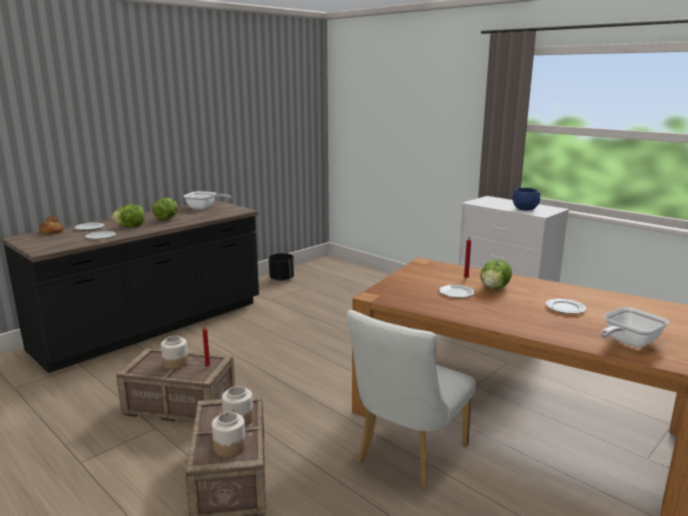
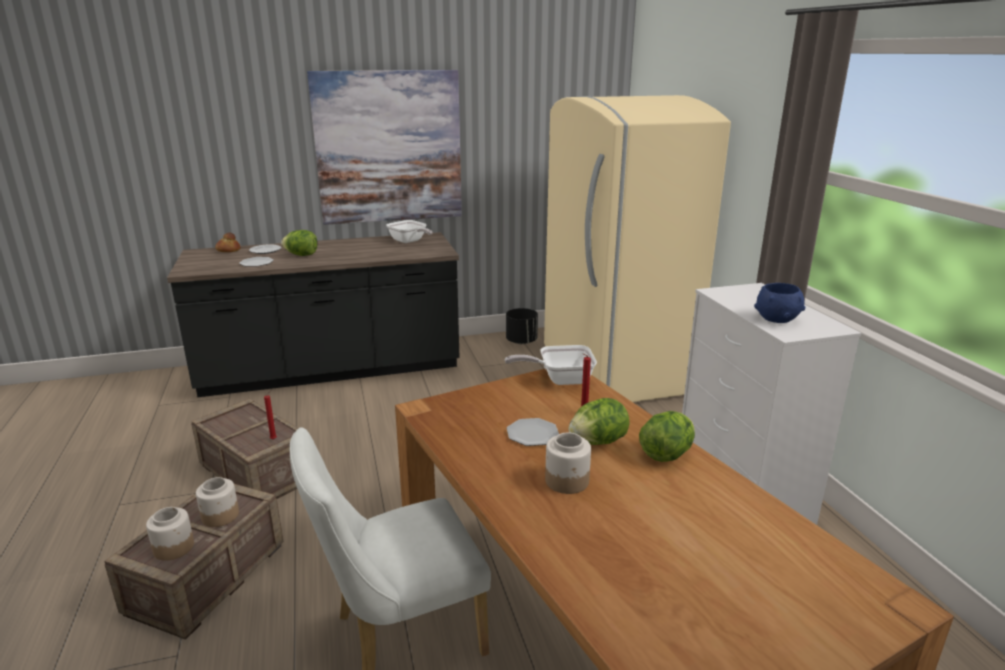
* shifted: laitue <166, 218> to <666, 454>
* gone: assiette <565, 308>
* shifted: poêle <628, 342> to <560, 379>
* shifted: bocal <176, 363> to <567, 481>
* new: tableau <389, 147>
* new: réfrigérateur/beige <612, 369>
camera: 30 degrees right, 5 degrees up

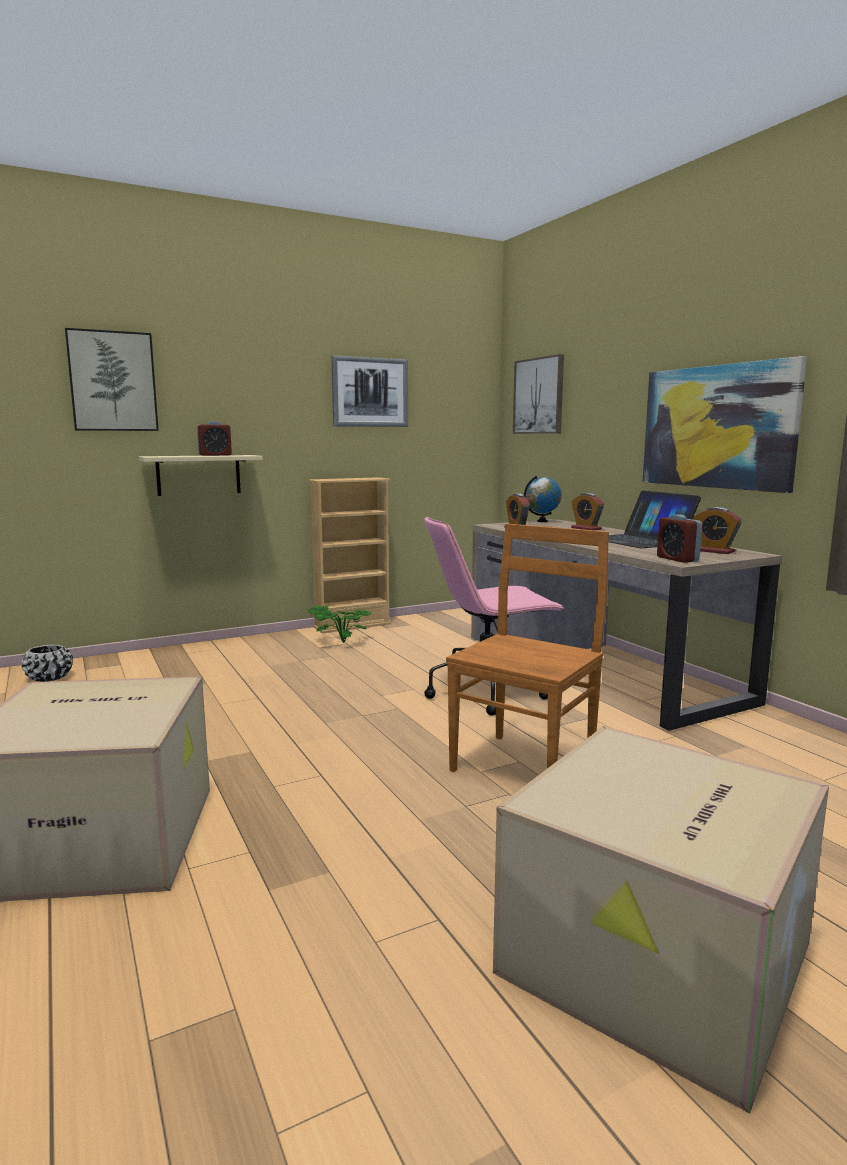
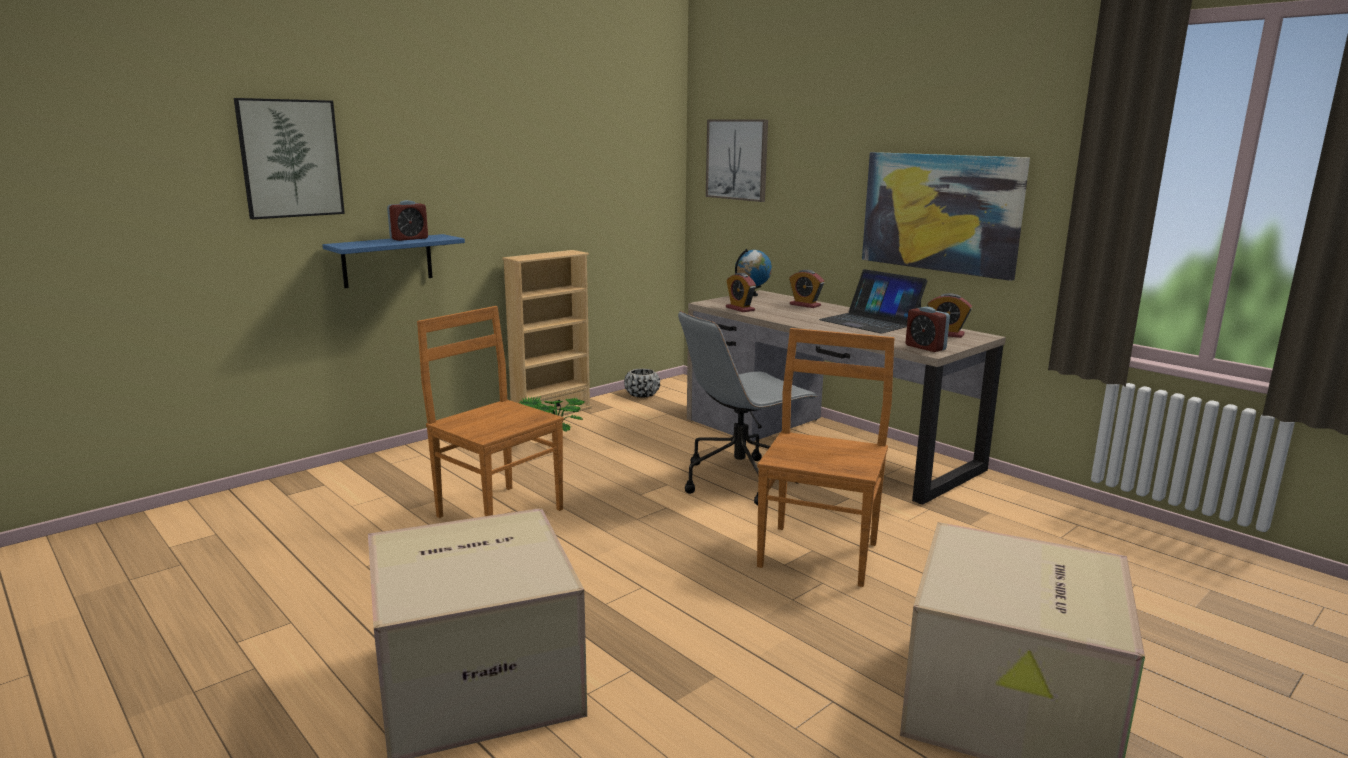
* gone: tableau <370, 392>
* repainted: étagère/beige <198, 475> to étagère/bleu <387, 260>
* repainted: chaise de bureau/rose <488, 691> to chaise de bureau/gris <740, 479>
* shifted: cache-pot/noir <49, 678> to <641, 395>
* new: chaise/marron <498, 512>
camera: 15 degrees left, 5 degrees up

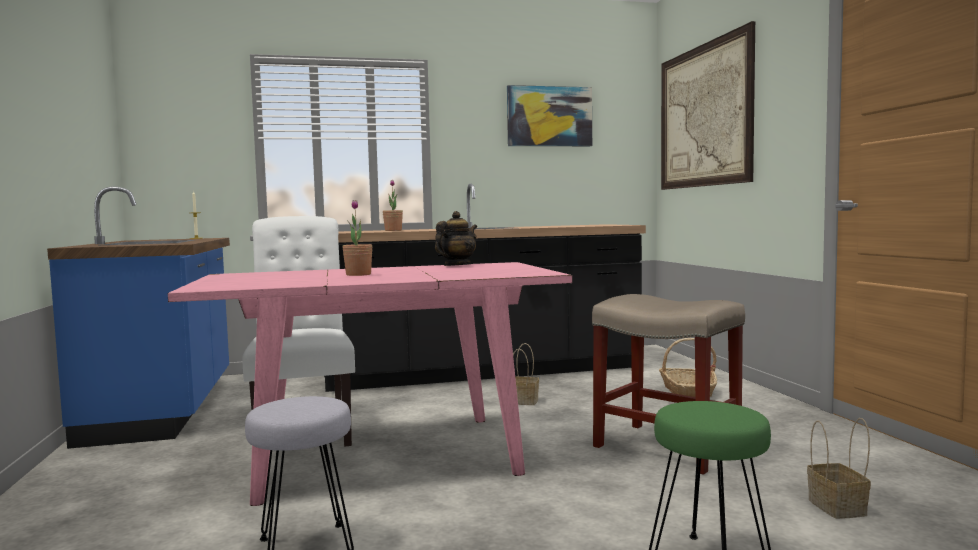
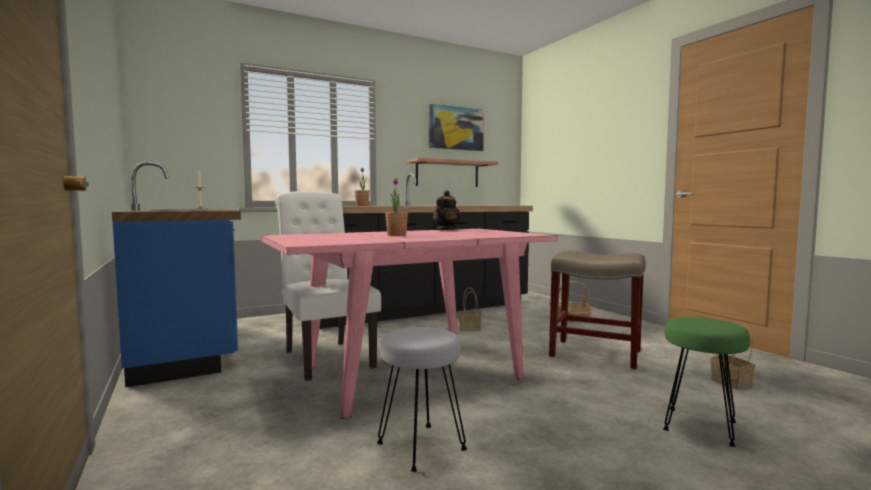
* gone: tableau <703, 116>
* new: étagère <447, 174>
camera: 15 degrees left, 0 degrees up

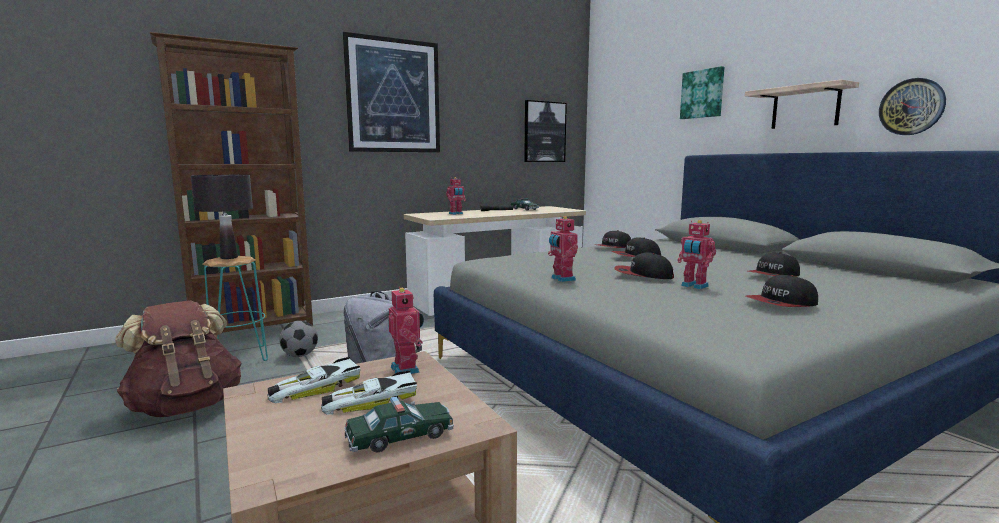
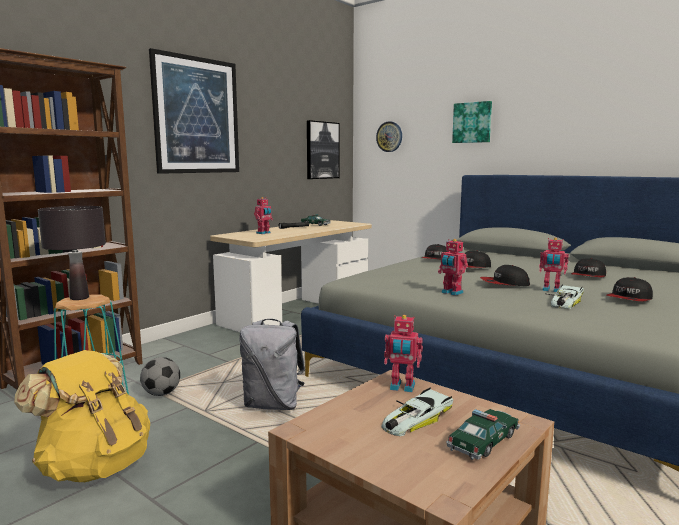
* shifted: horloge murale <911, 107> to <389, 136>
* gone: étagère <805, 107>
* rotated: robot jouet <407, 369> = <402, 387> 150 degrees clockwise
* repainted: sac à dos/marron <186, 406> to sac à dos/jaune <95, 466>
* shifted: petite voiture <314, 387> to <564, 301>
camera: 20 degrees left, 0 degrees up

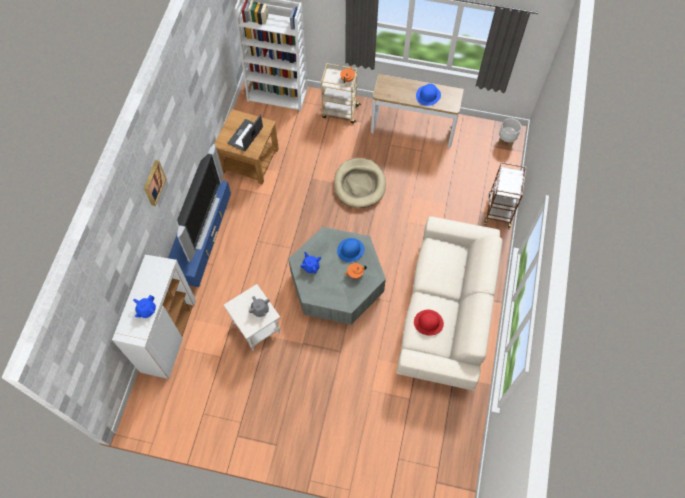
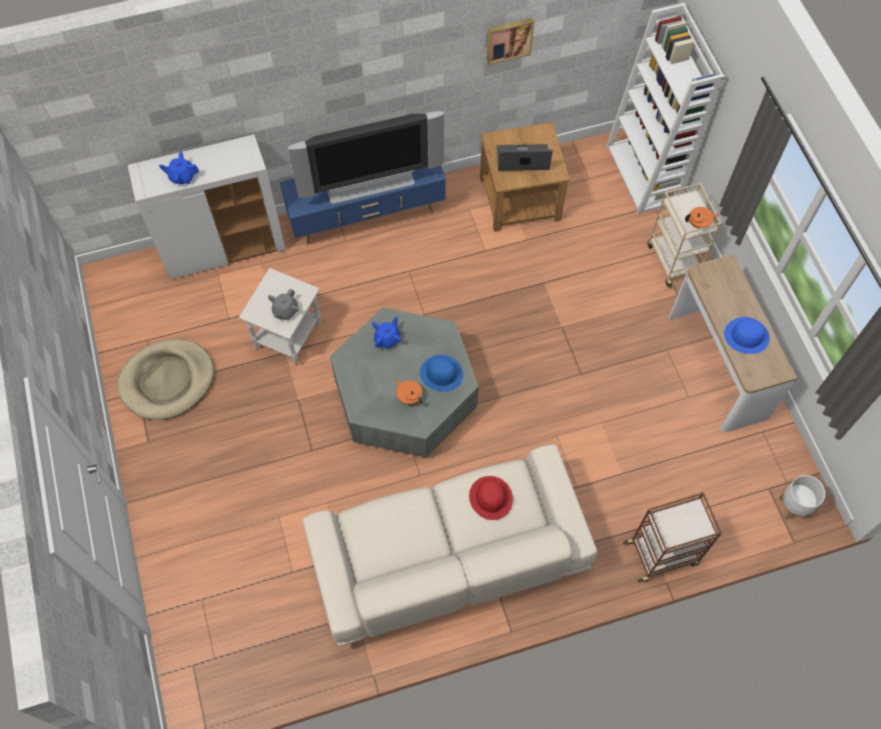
* shifted: panier pour chien/beige <359, 184> to <167, 381>
* shifted: tableau <153, 182> to <509, 39>
* shifted: chapeau/rouge <428, 322> to <491, 498>
camera: 60 degrees right, 0 degrees up

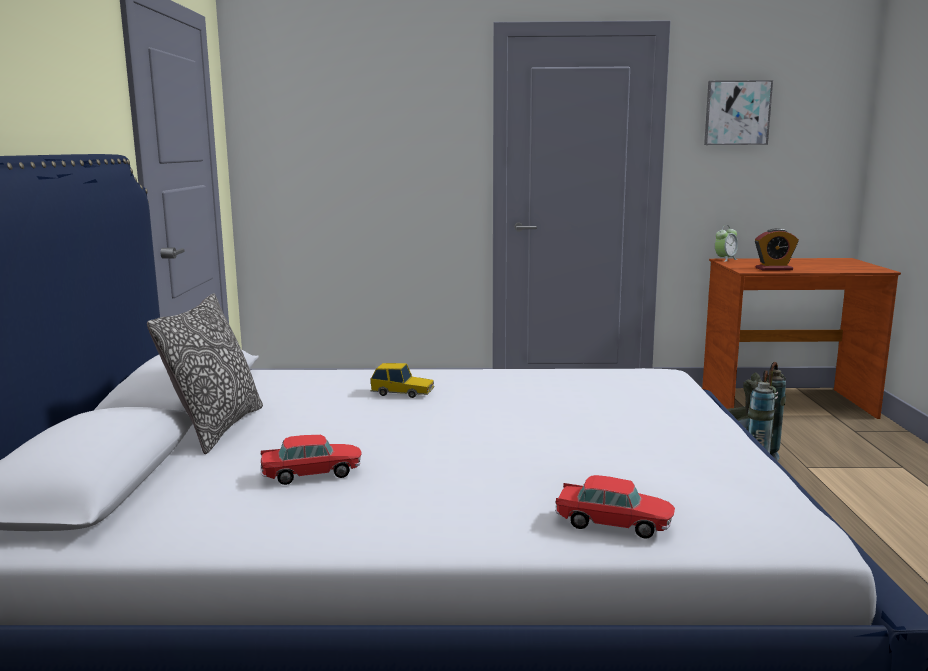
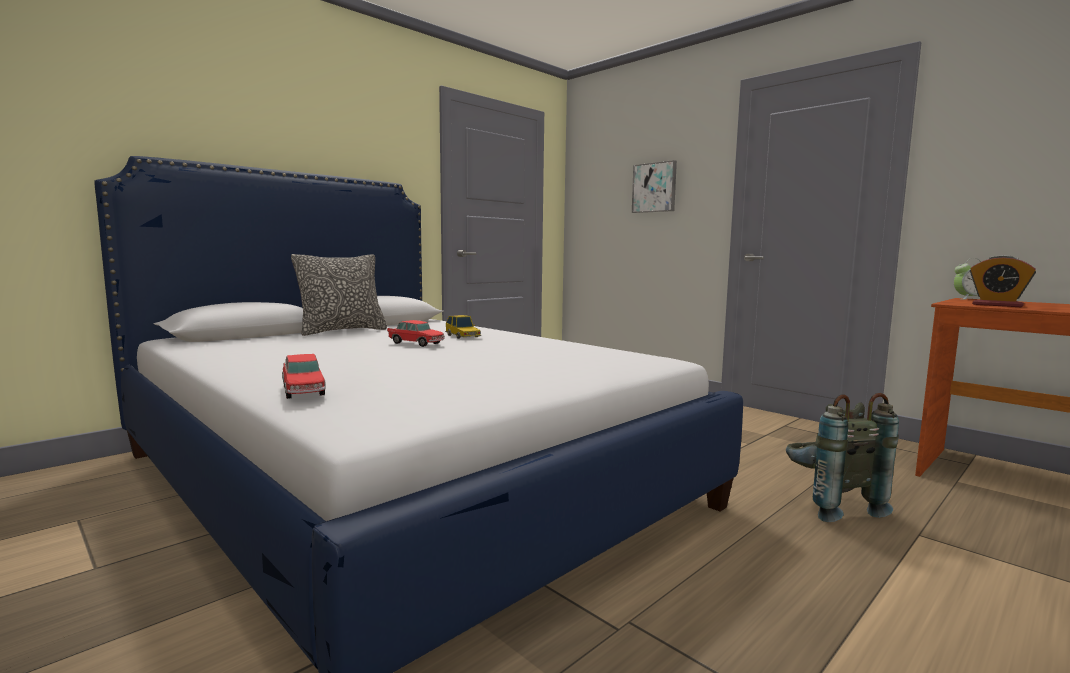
* shifted: tableau <737, 113> to <654, 187>
* shifted: petite voiture <312, 474> to <416, 343>
camera: 45 degrees right, 5 degrees down

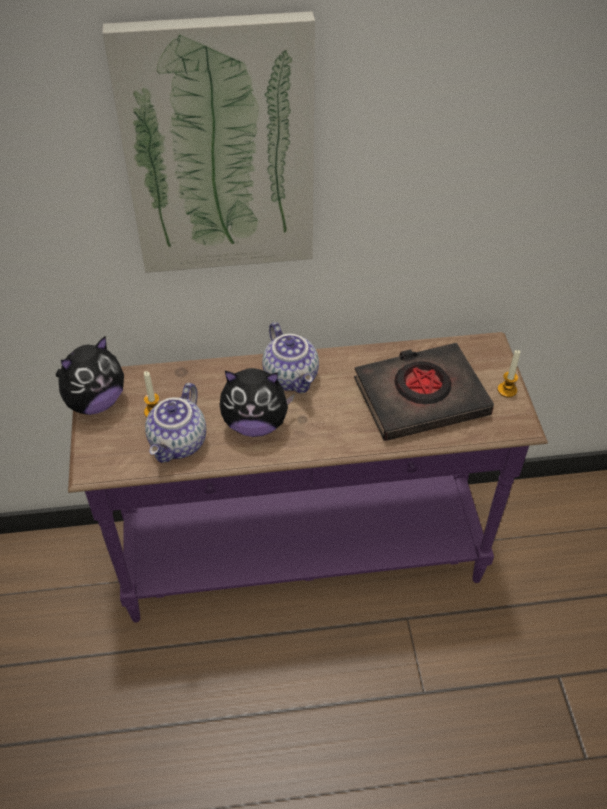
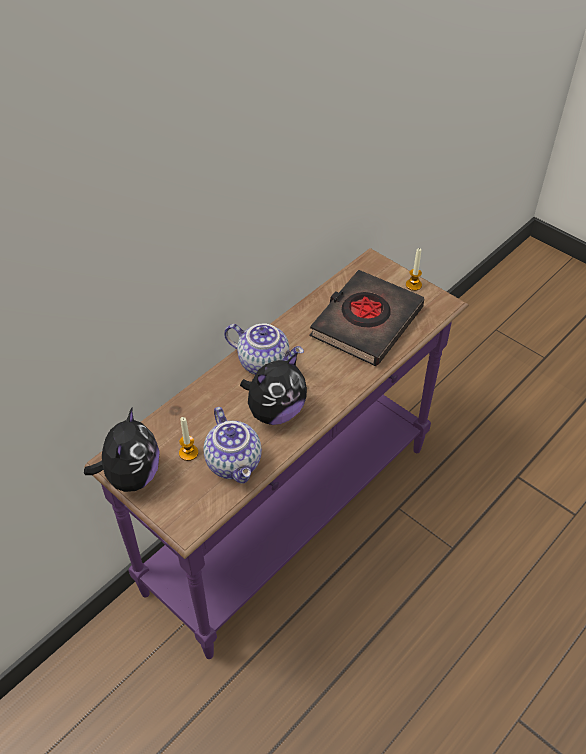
* gone: tableau <219, 150>
camera: 40 degrees left, 0 degrees up

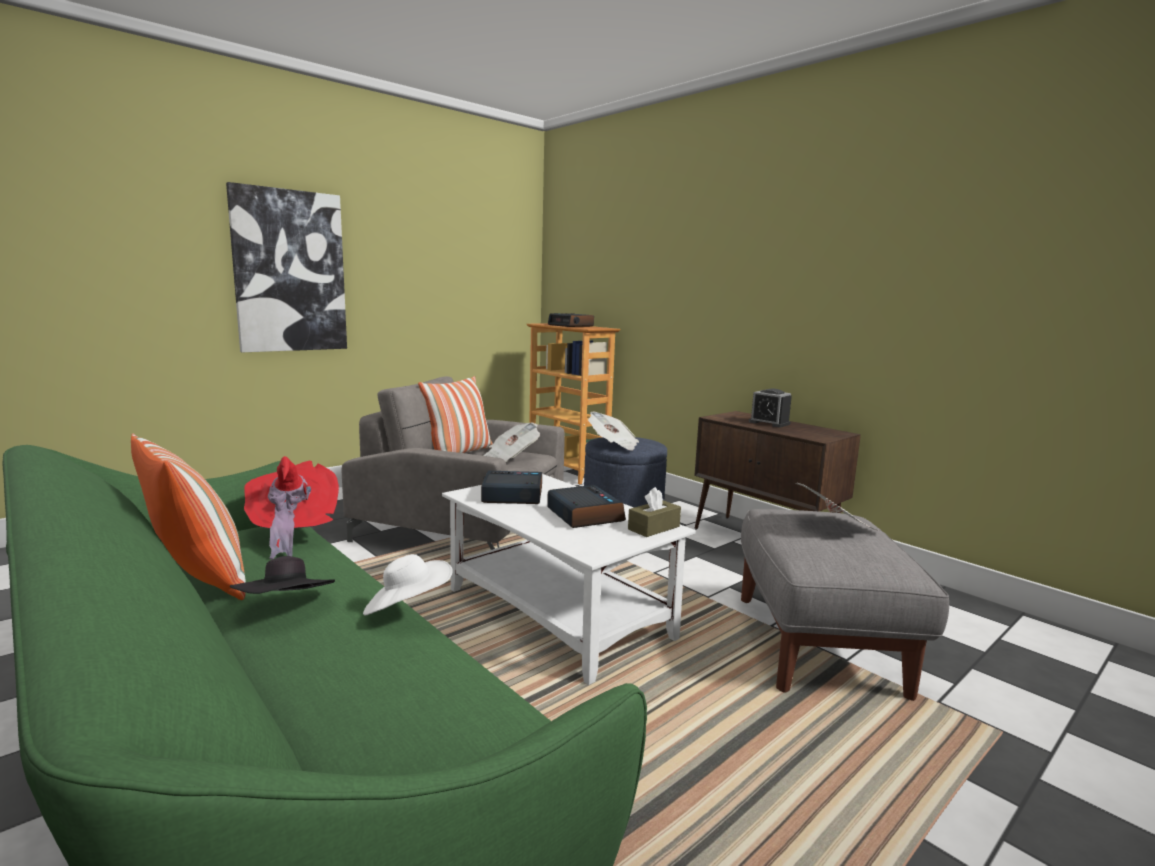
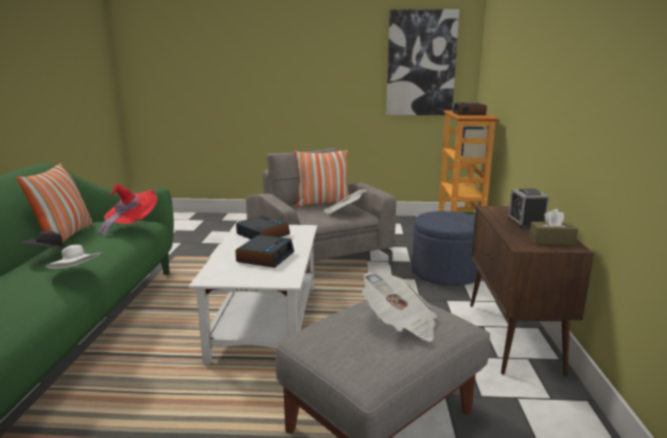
* shifted: tableau <289, 271> to <421, 63>
* gone: journal <613, 445>
* shifted: boîte à mouchoirs/marron <653, 528> to <551, 241>
camera: 45 degrees right, 5 degrees up

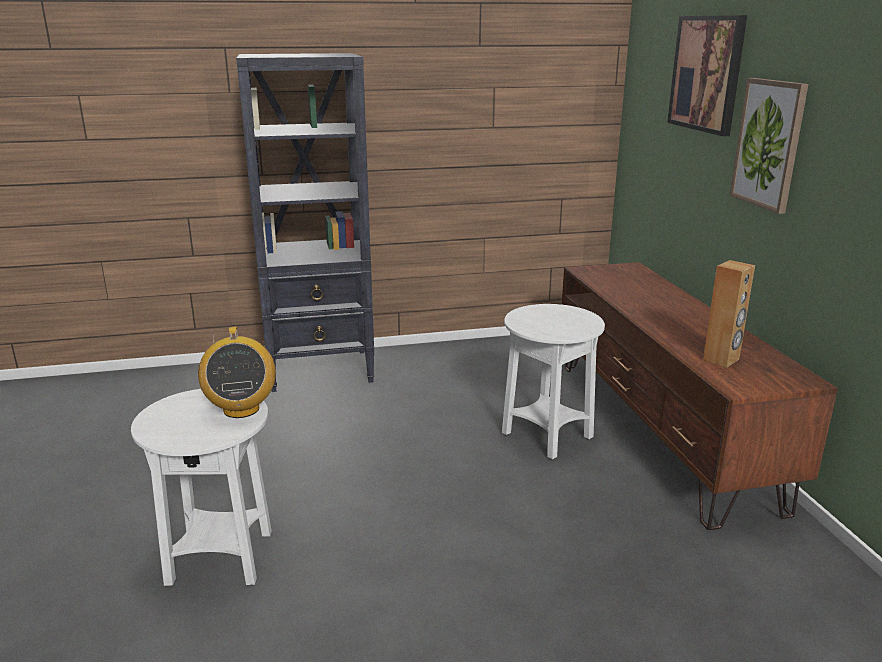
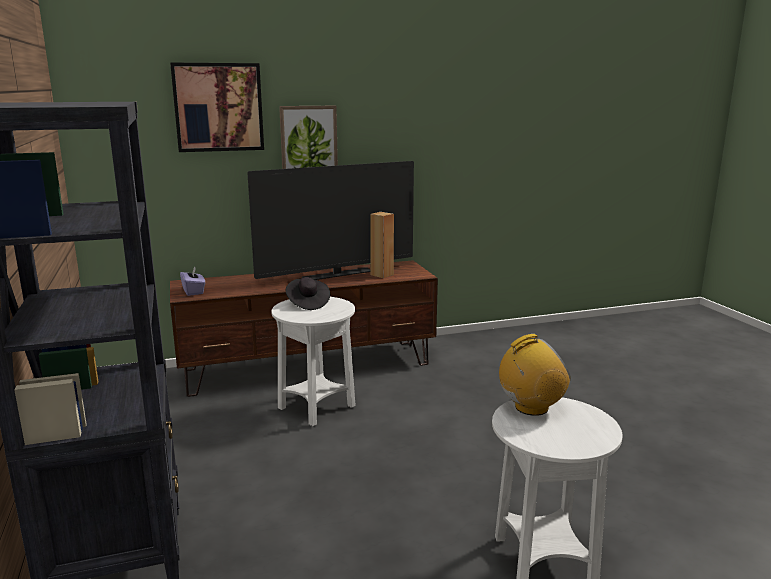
* new: téléviseur <337, 275>
* new: boîte à mouchoirs/violet <193, 291>
* new: chapeau/noir <307, 303>
camera: 95 degrees left, 5 degrees down

